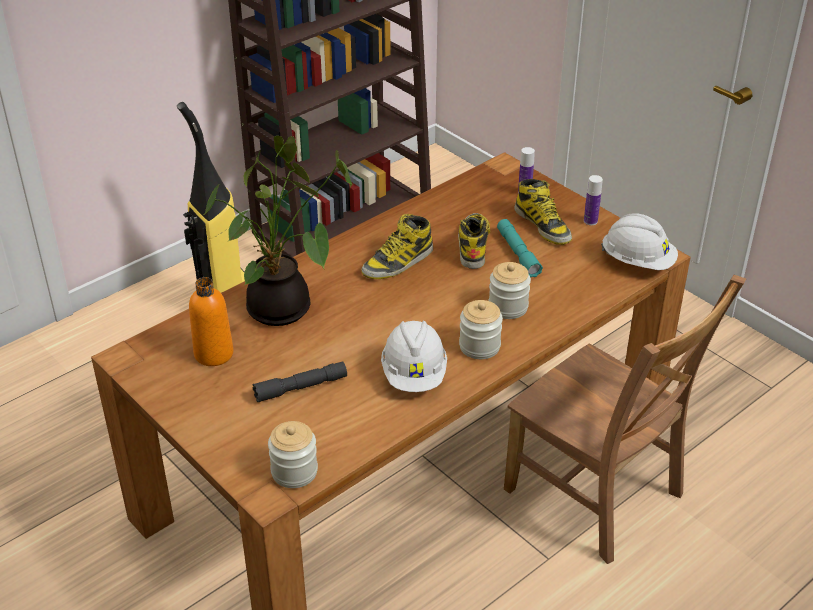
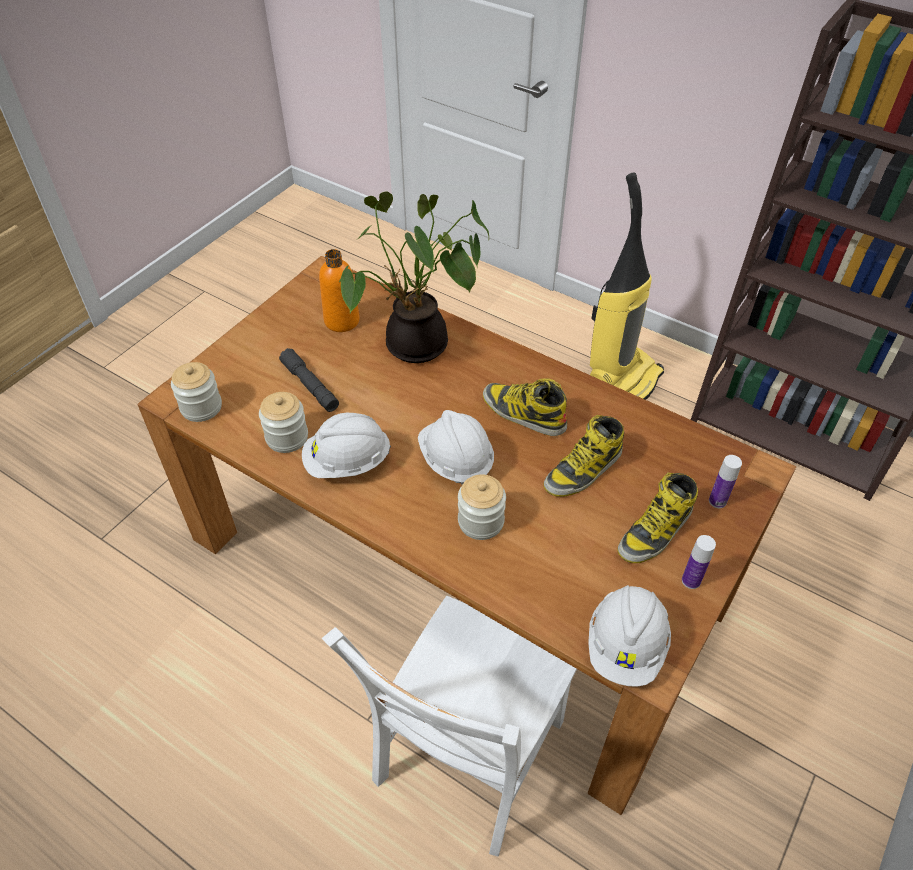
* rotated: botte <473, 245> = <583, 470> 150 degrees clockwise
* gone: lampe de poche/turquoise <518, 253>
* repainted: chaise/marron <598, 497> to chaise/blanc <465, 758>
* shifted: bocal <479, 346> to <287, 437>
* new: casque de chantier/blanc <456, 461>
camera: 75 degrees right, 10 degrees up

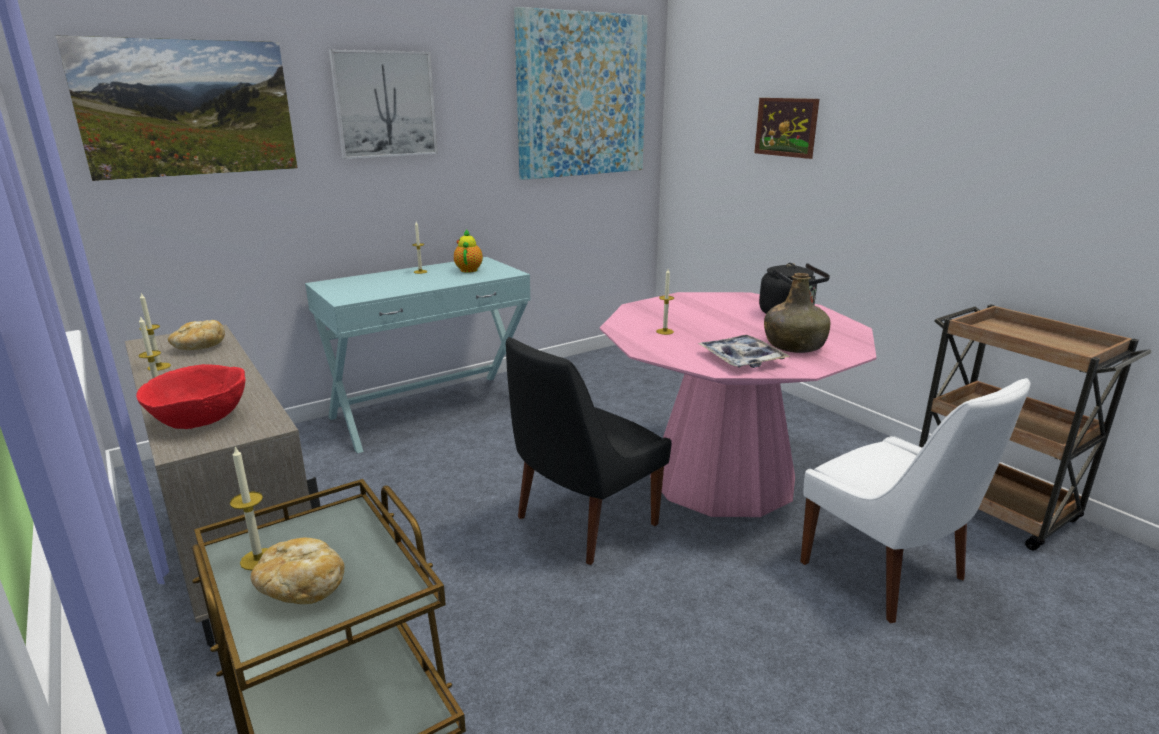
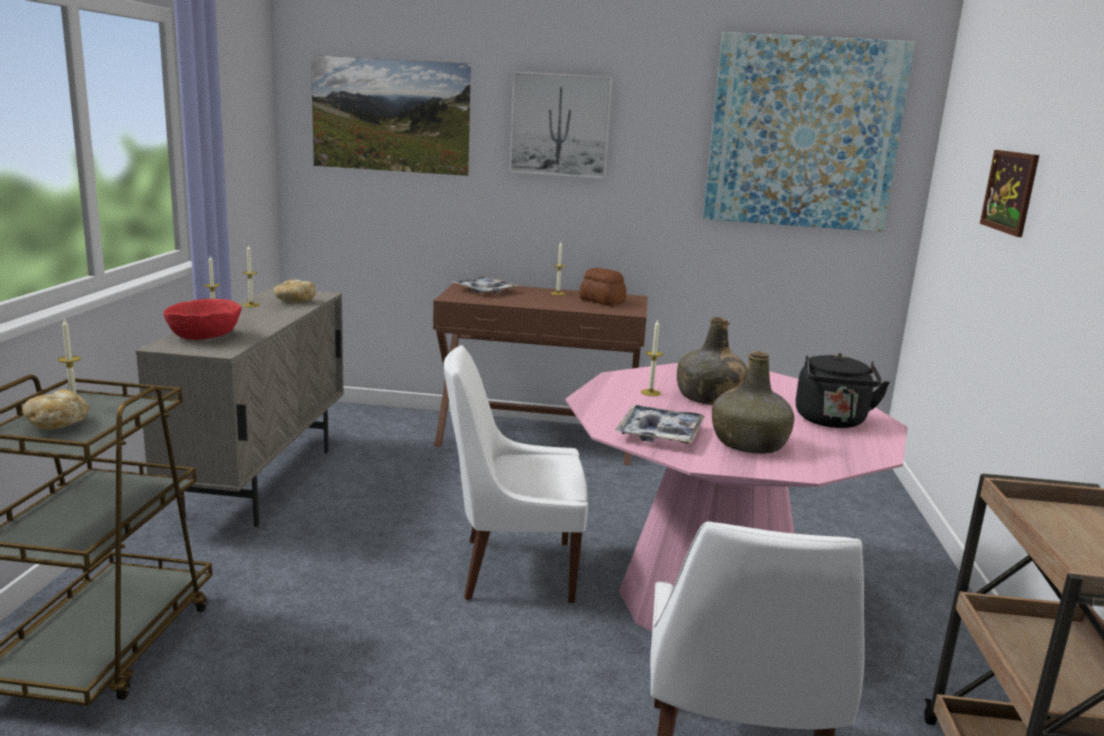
* swapped: théière <469, 269> to pain <602, 301>
* repainted: table console/turquoise <431, 410> to table console/marron <537, 437>
* repainted: chaise/noir <582, 523> to chaise/blanc <512, 569>
* new: plateau <485, 291>
* new: bouteille/vert <709, 398>
camera: 40 degrees right, 5 degrees down

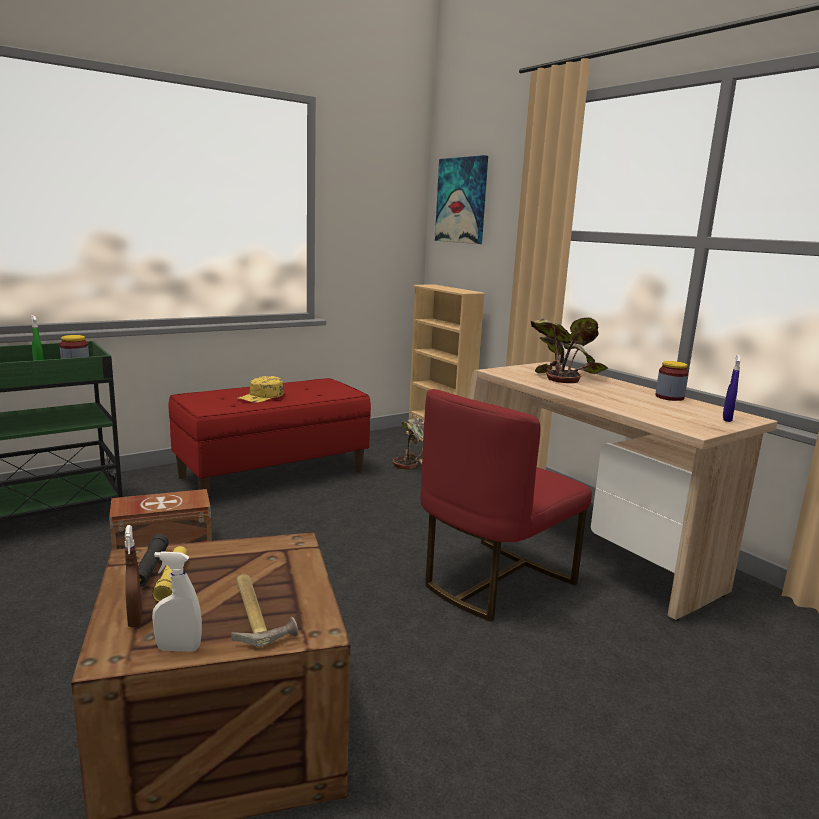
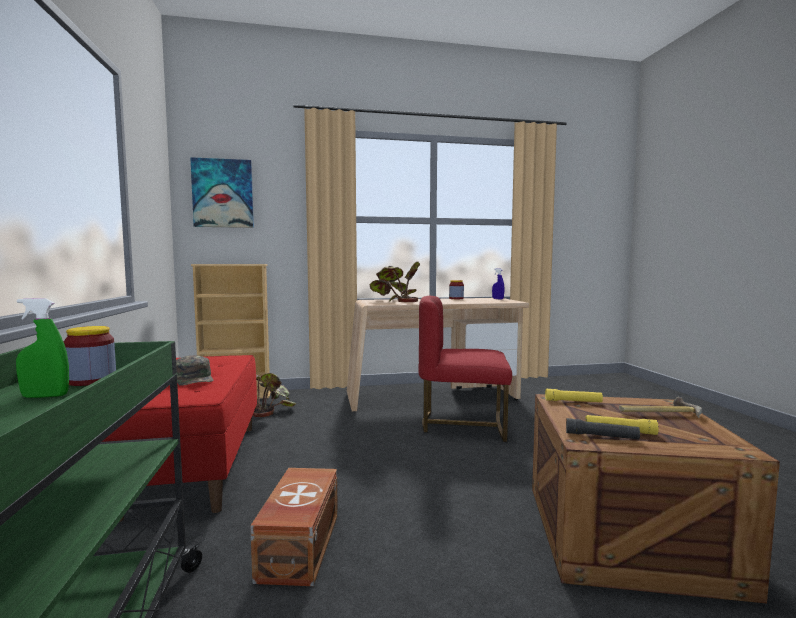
* repainted: casquette/jaune <261, 396> to casquette/vert <194, 378>
* rotated: chaise/rouge <493, 581> = <463, 424> 120 degrees clockwise
* gone: vaporisateur/marron <135, 619>
* gone: vaporisateur/blanc <178, 648>
* new: lampe de poche/jaune <573, 401>
camera: 65 degrees left, 10 degrees down

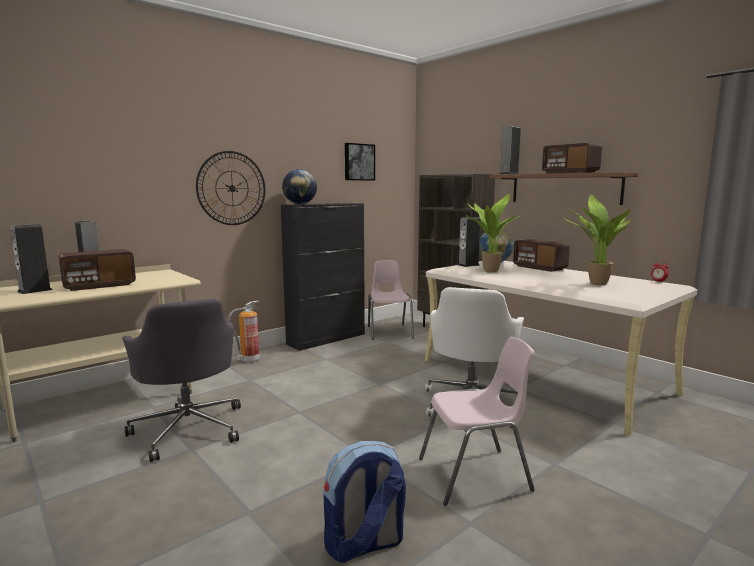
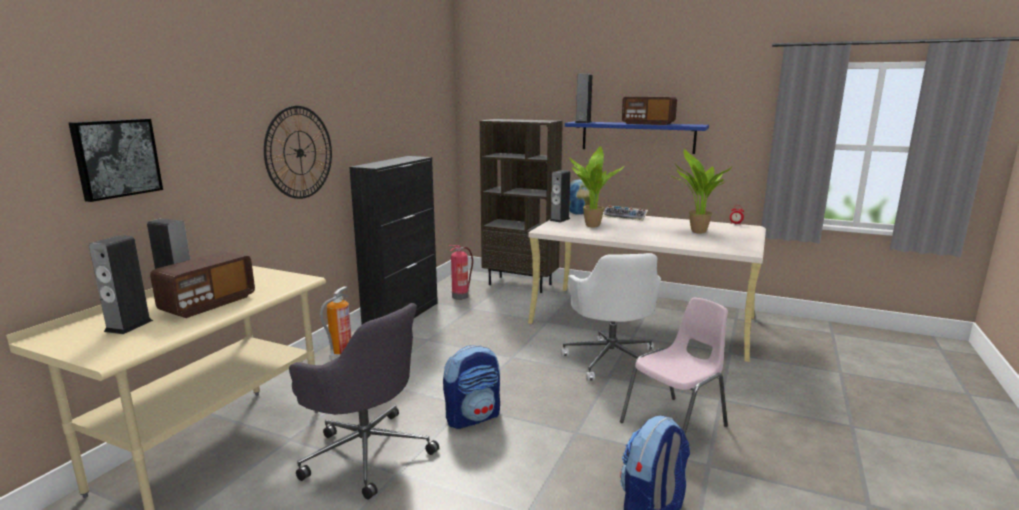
* shifted: tableau <359, 162> to <116, 158>
* gone: globe <300, 204>
* repainted: étagère/marron <564, 188> to étagère/bleu <637, 137>
* swapped: radio <539, 268> to clavier <625, 217>
* swapped: chaise/rose <389, 332> to extincteur <461, 296>
* new: sac à dos <473, 417>
camera: 25 degrees left, 5 degrees up

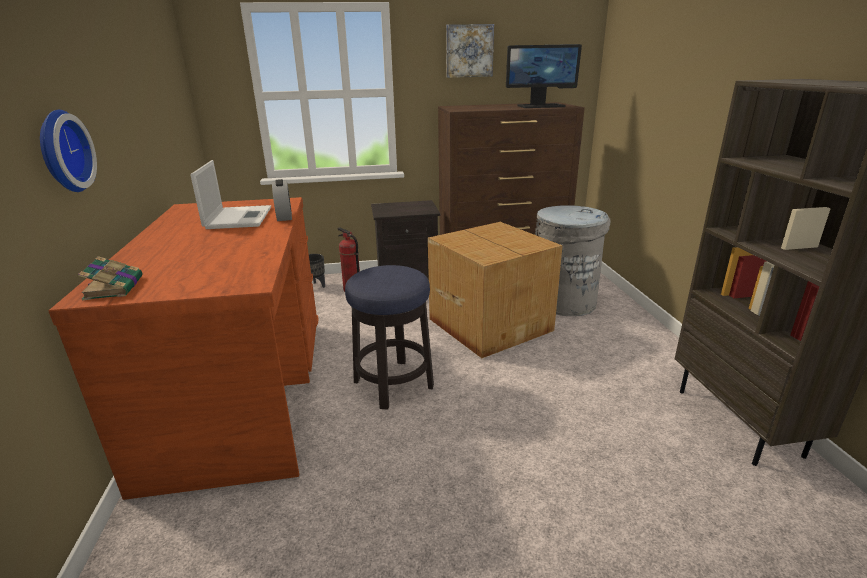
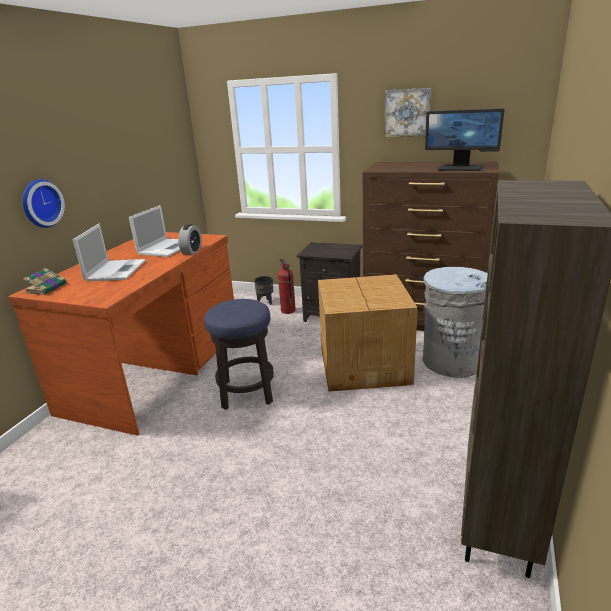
* new: ordinateur portable <116, 270>
camera: 30 degrees right, 0 degrees up

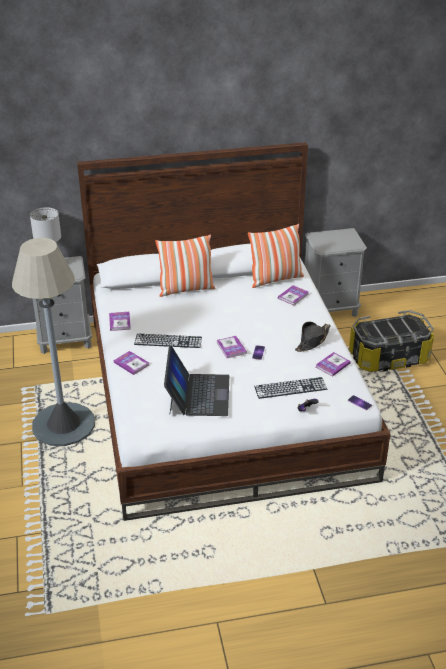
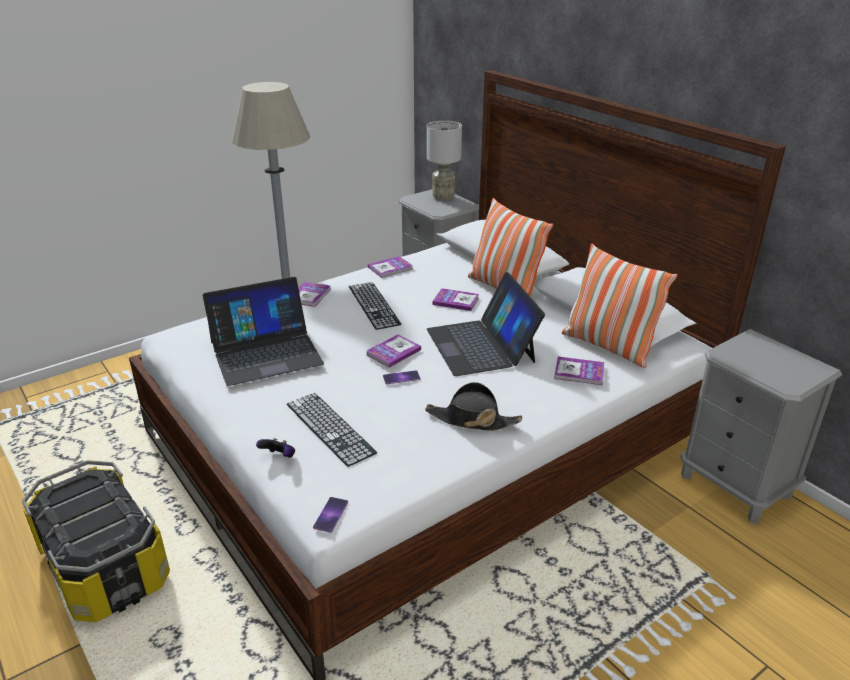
* shifted: boîte de rangement <388, 357> to <106, 565>
* shifted: livre <332, 365> to <456, 301>
* new: ordinateur portable <481, 345>
camera: 65 degrees right, 5 degrees down

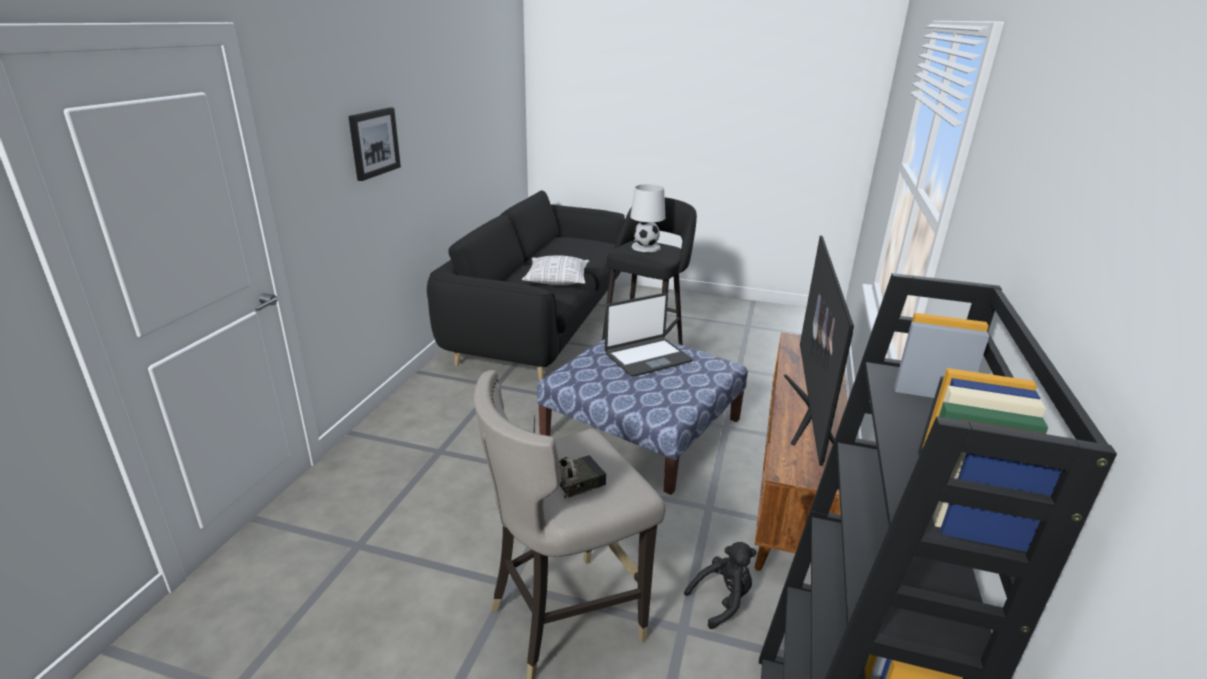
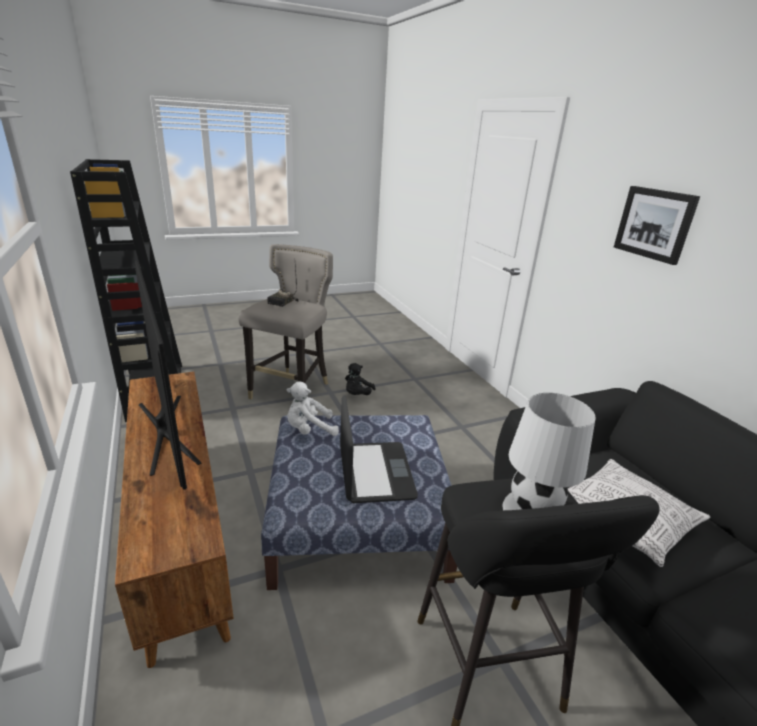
* rotated: ordinateur portable <647, 357> = <374, 472> 150 degrees clockwise
* shifted: peluche/noir <722, 600> to <357, 395>
* new: peluche/blanc <309, 430>
camera: 140 degrees right, 0 degrees up

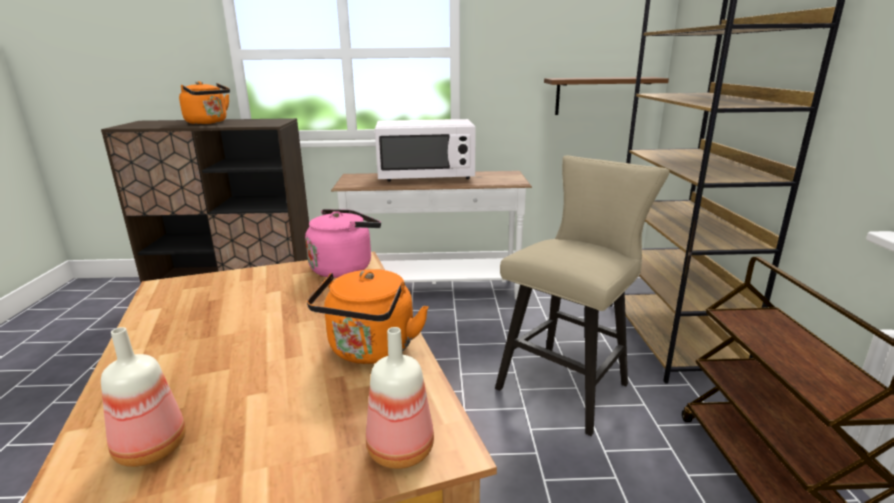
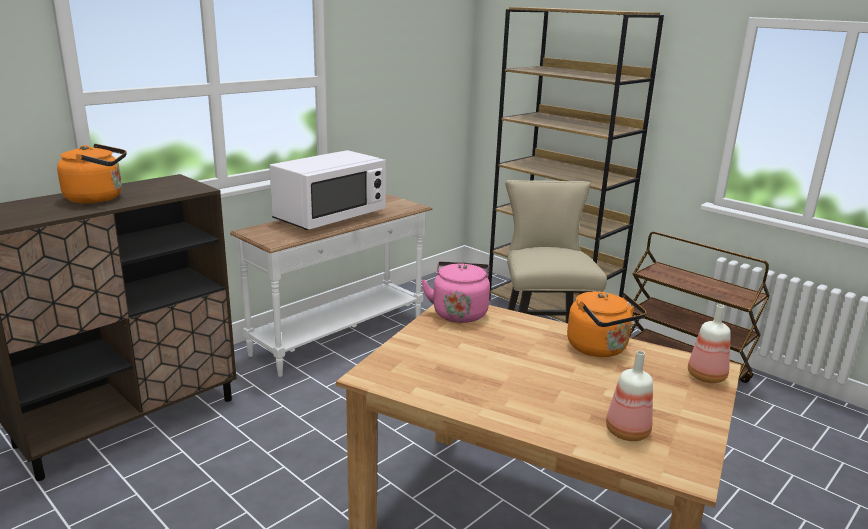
* gone: étagère/marron <597, 96>
camera: 45 degrees left, 0 degrees up

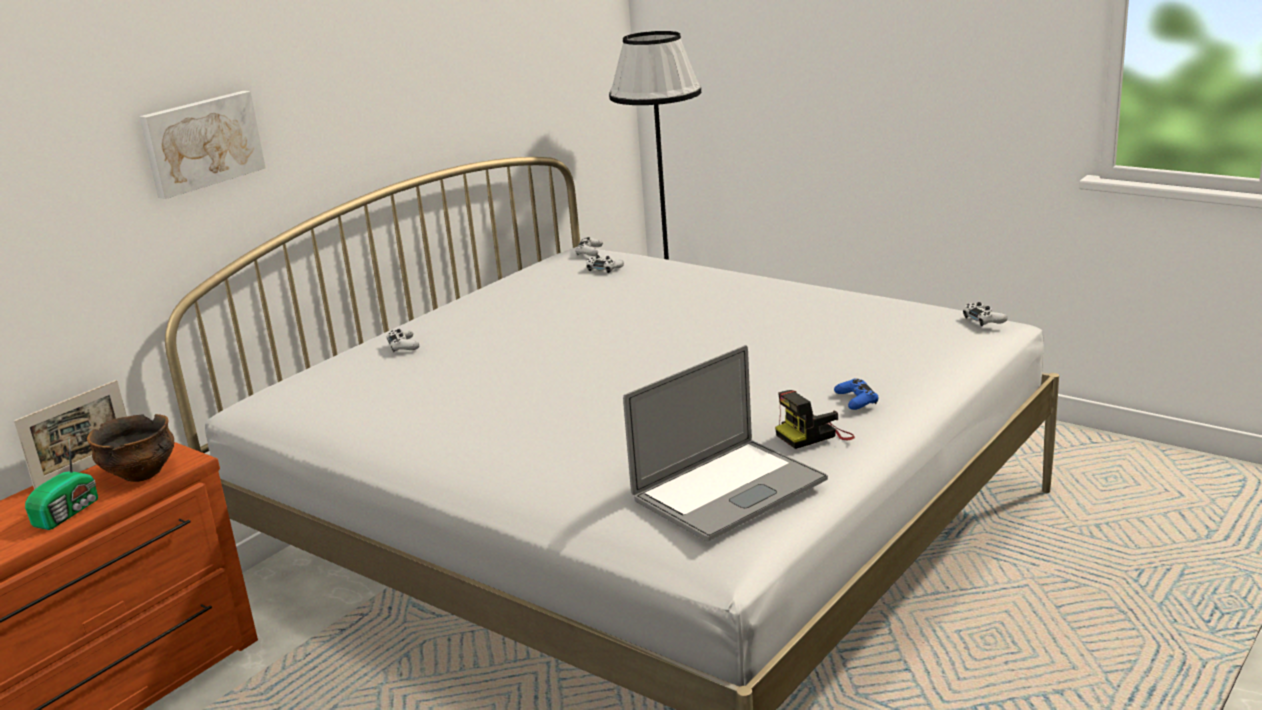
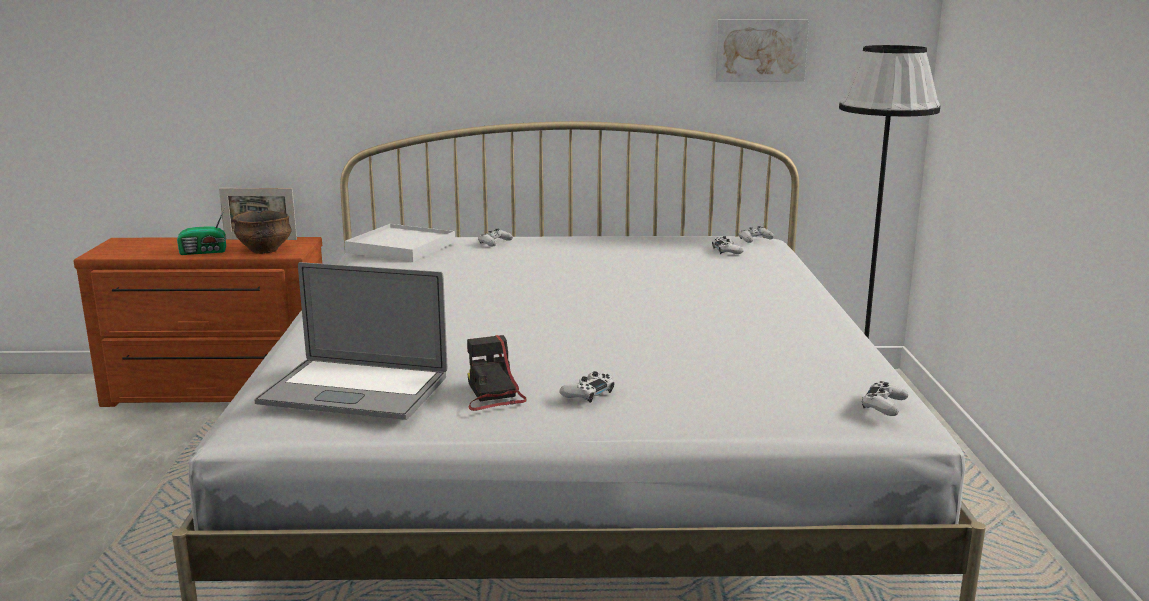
* shifted: tableau <201, 143> to <760, 50>
* repainted: manette/bleu <856, 400> to manette/blanc <588, 393>
* rotated: appareil photo <814, 435> = <492, 394> 45 degrees clockwise
* new: plateau/blanc <401, 247>
camera: 50 degrees right, 5 degrees down

